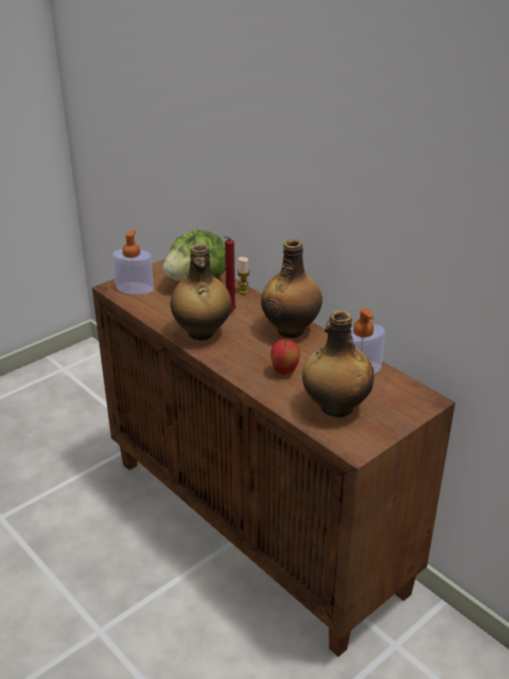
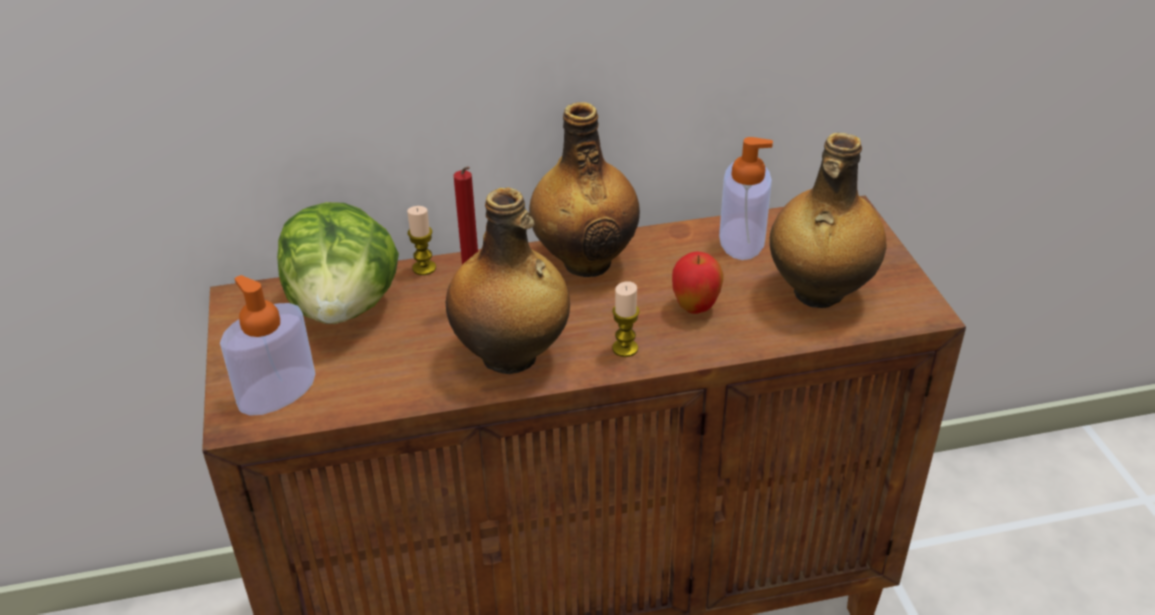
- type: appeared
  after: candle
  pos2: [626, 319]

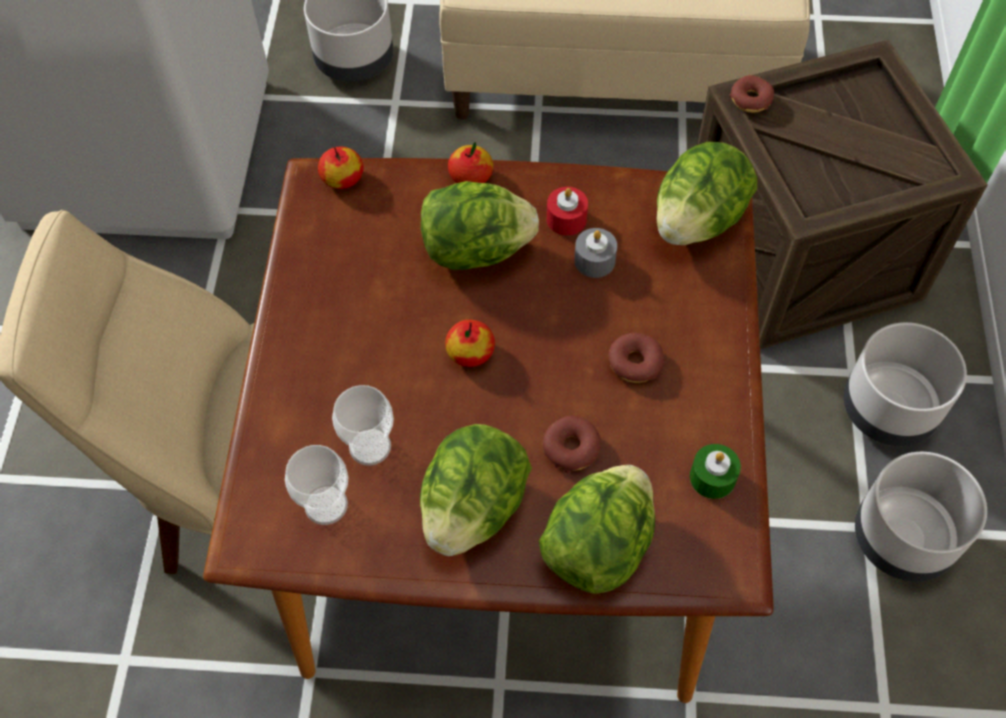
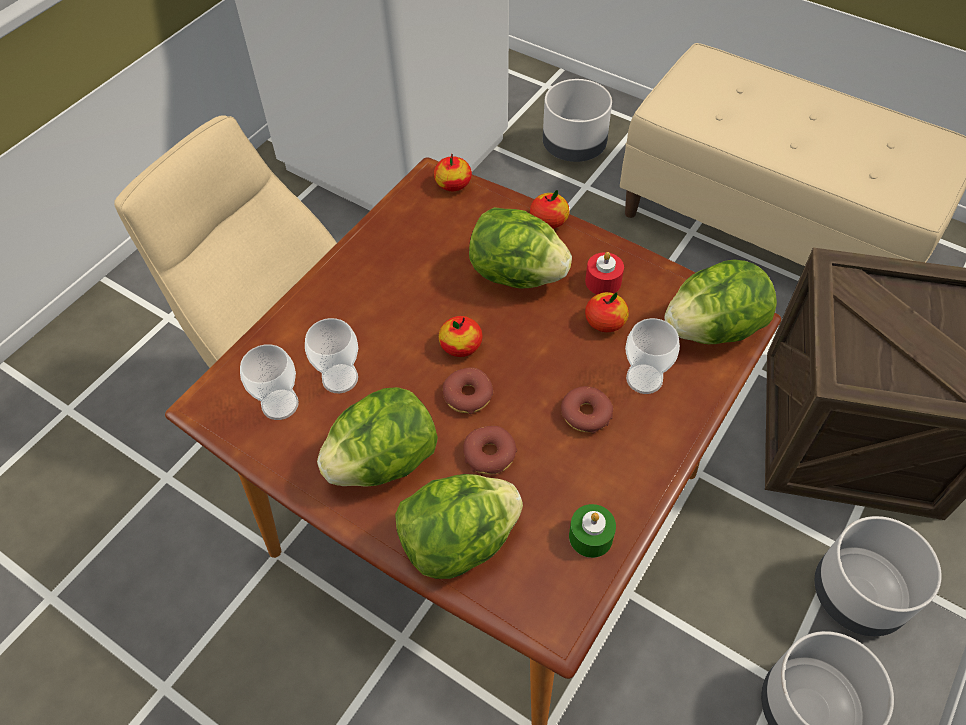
- type: relocated
  before: ring doughnut
  pos1: [751, 94]
  pos2: [468, 390]
- type: exchanged
  before: candle (gray)
  after: apple
  pos1: [595, 253]
  pos2: [607, 312]
- type: appeared
  after: drinking cup
  pos2: [652, 356]

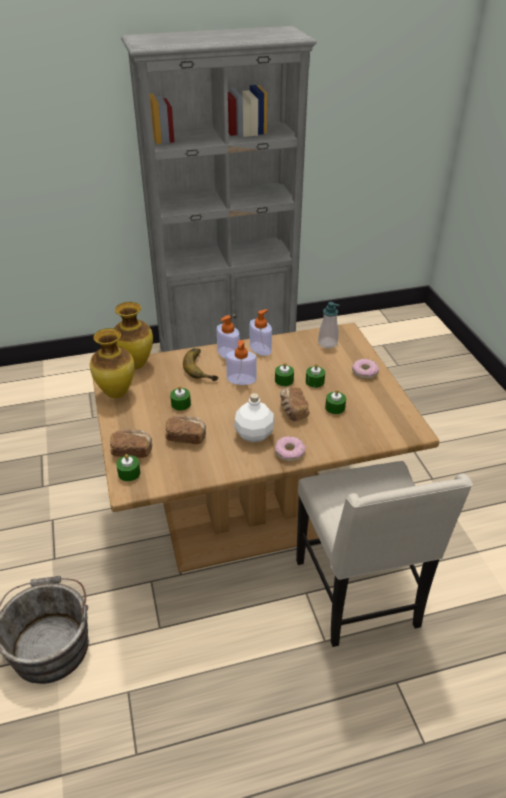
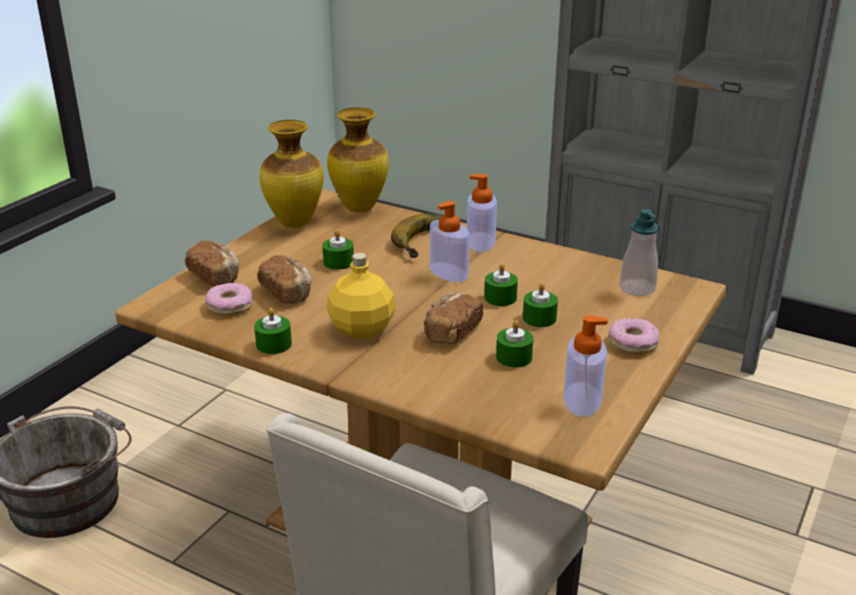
- type: relocated
  before: liquid soap bottle
  pos1: [261, 332]
  pos2: [585, 366]
- type: colour
  before: beverage bottle (white-coloured)
  after: beverage bottle (yellow)
  pos1: [254, 417]
  pos2: [361, 296]
- type: relocated
  before: ring doughnut
  pos1: [290, 449]
  pos2: [229, 299]
- type: relocated
  before: candle (green)
  pos1: [128, 468]
  pos2: [273, 331]

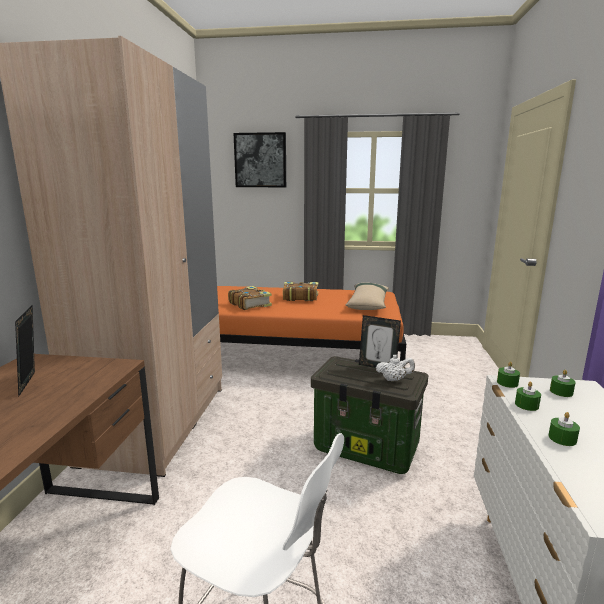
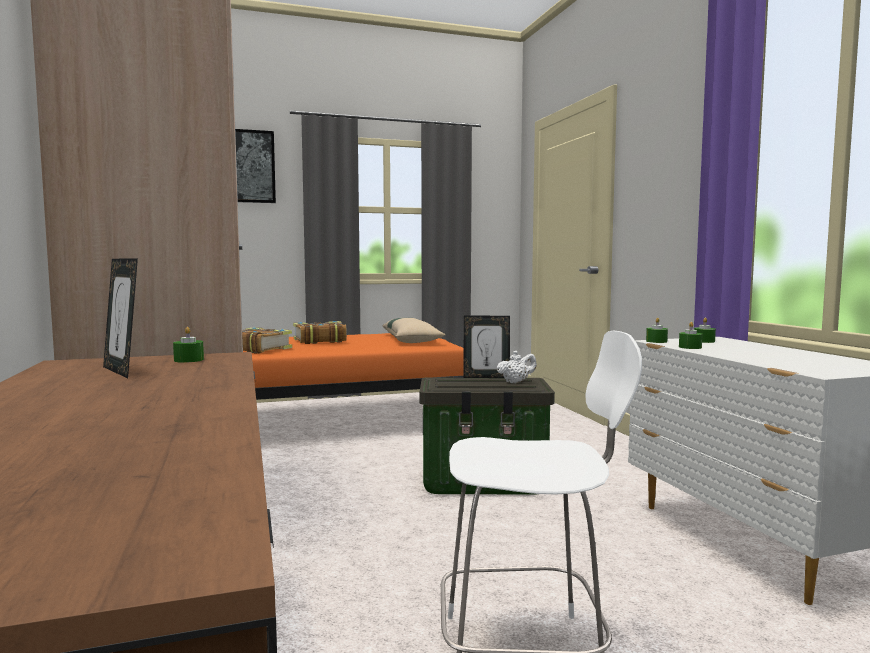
- type: relocated
  before: candle (green)
  pos1: [564, 429]
  pos2: [188, 345]

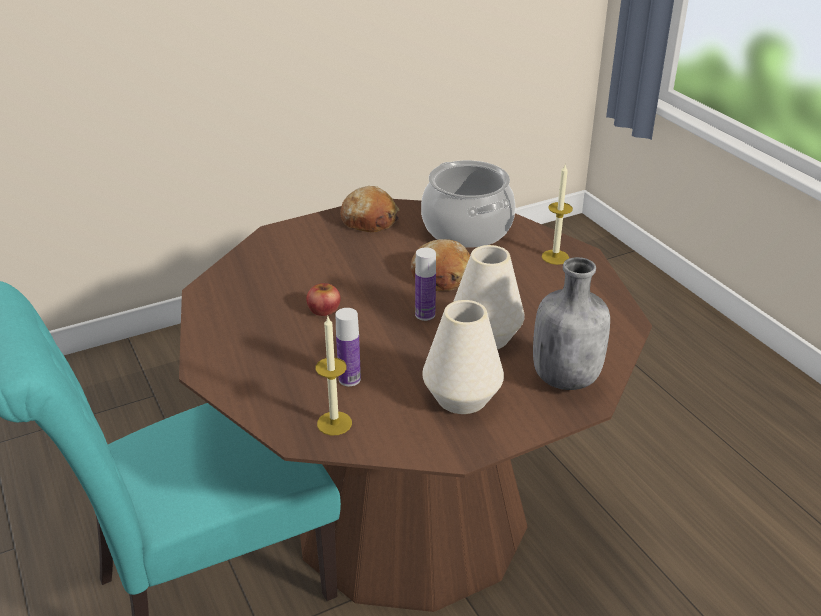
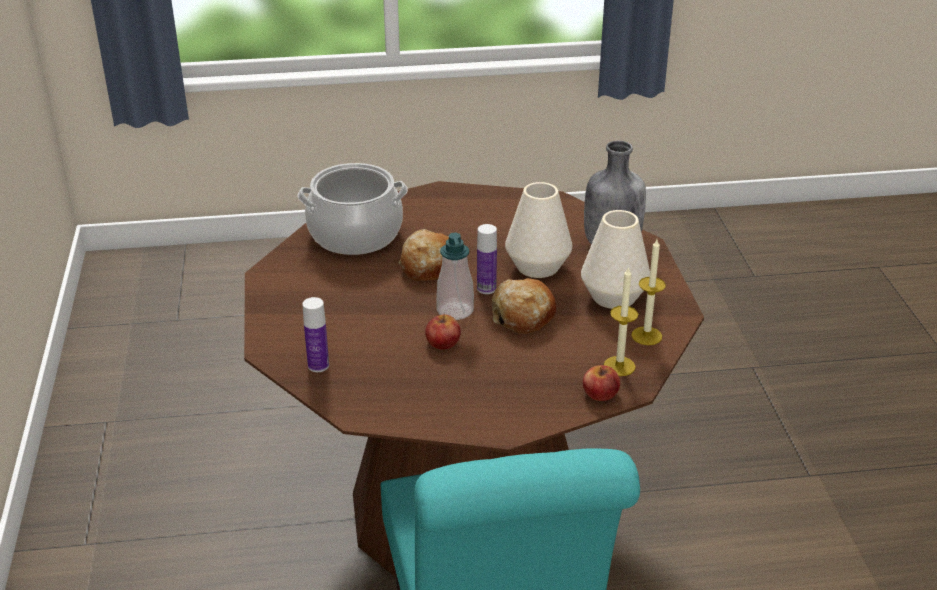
- type: relocated
  before: candle
  pos1: [557, 215]
  pos2: [648, 292]
- type: relocated
  before: baked bread
  pos1: [370, 209]
  pos2: [524, 306]
- type: relocated
  before: beverage bottle
  pos1: [348, 347]
  pos2: [315, 334]
- type: appeared
  after: liquid soap bottle
  pos2: [455, 276]
- type: appeared
  after: apple
  pos2: [601, 383]

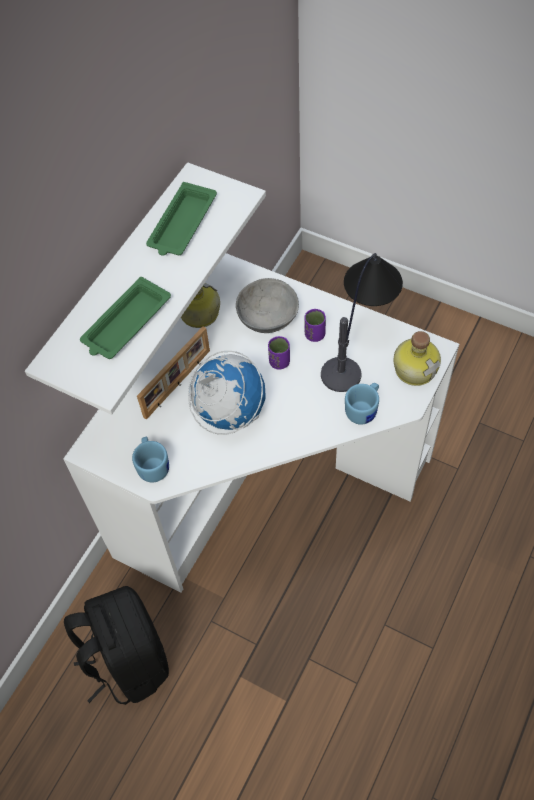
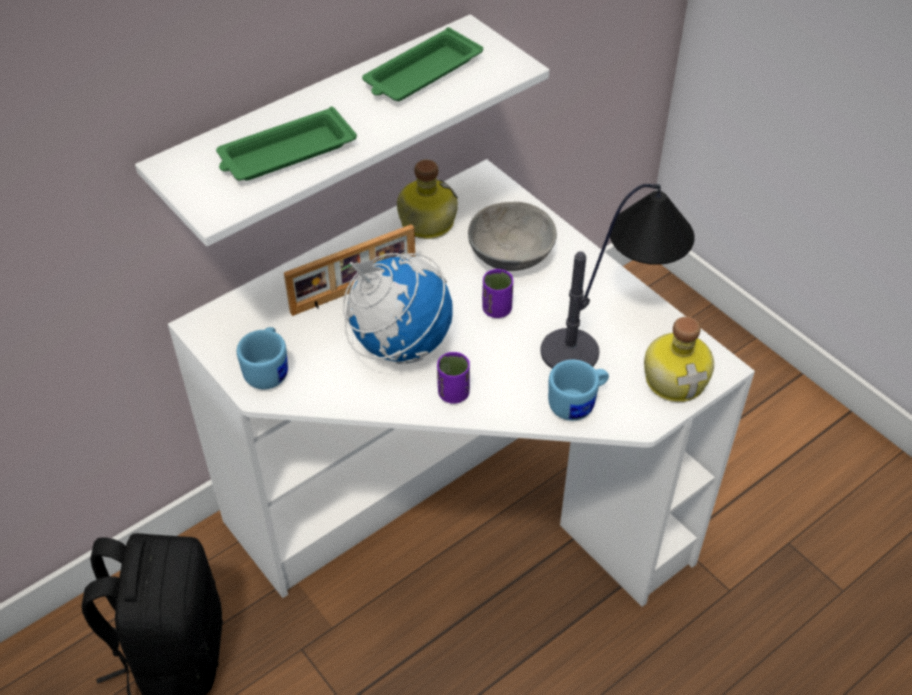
- type: relocated
  before: drinking cup (purplish)
  pos1: [315, 325]
  pos2: [453, 378]

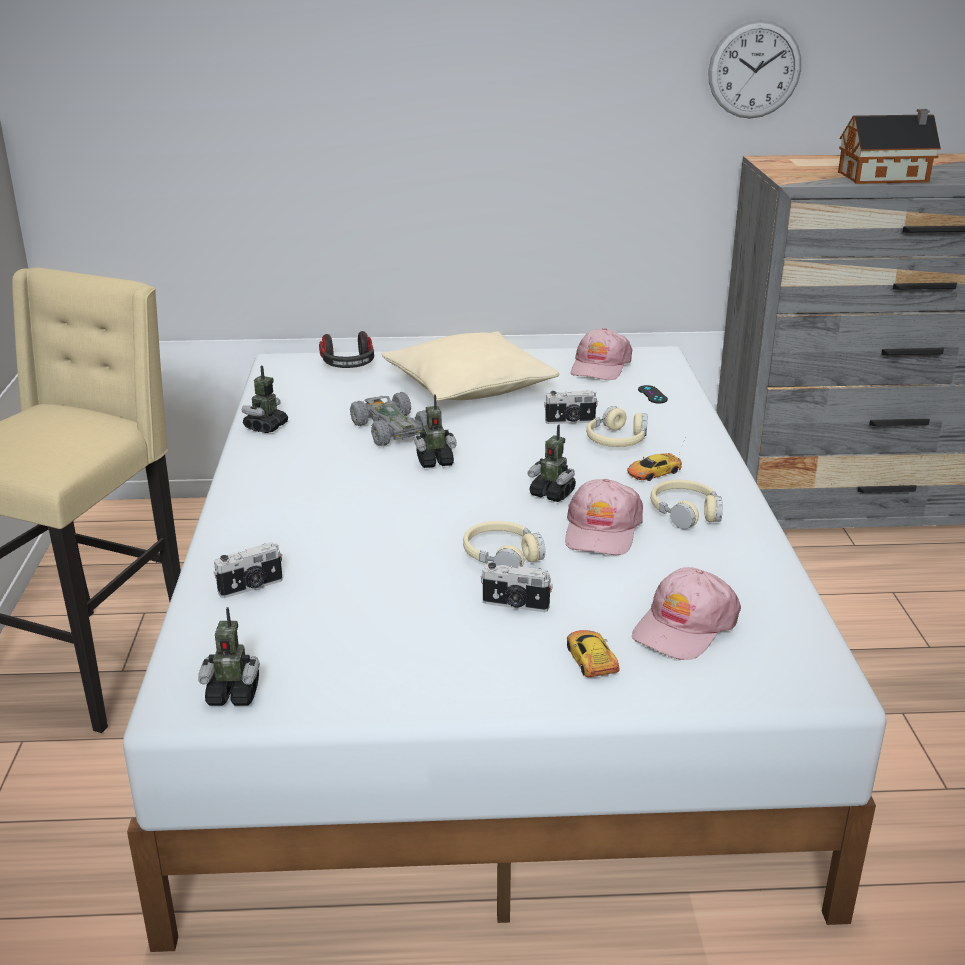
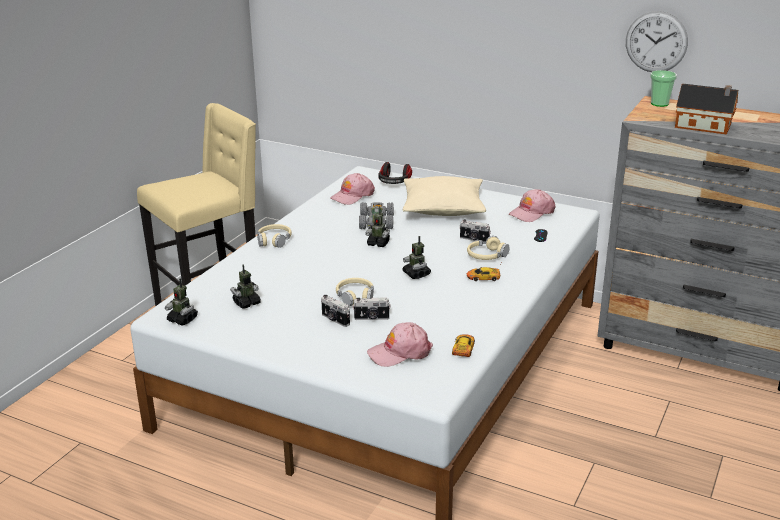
- type: relocated
  before: toy robot
  pos1: [265, 399]
  pos2: [245, 287]
- type: relocated
  before: baseball cap (pink-coloured)
  pos1: [604, 517]
  pos2: [352, 189]
- type: relocated
  before: headset (sand-coloured)
  pos1: [686, 504]
  pos2: [274, 236]
- type: relocated
  before: still camera
  pos1: [248, 570]
  pos2: [372, 308]
- type: relocated
  before: toy car
  pos1: [593, 653]
  pos2: [463, 345]
- type: appeared
  after: drinking cup
  pos2: [663, 88]

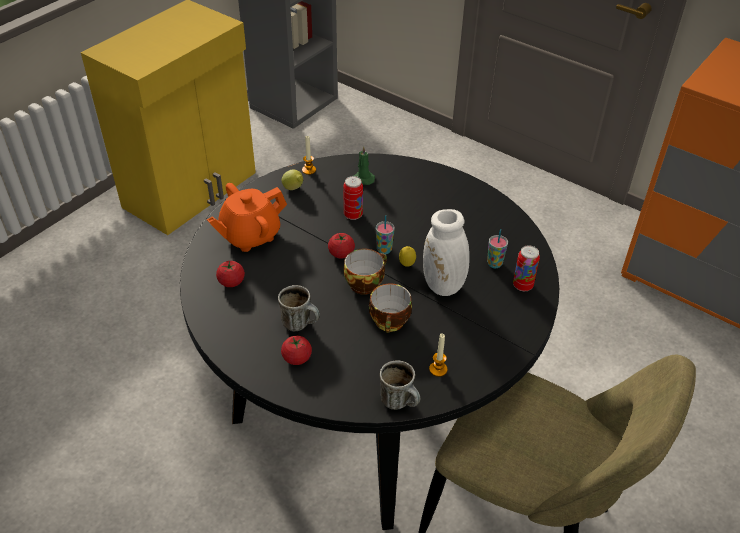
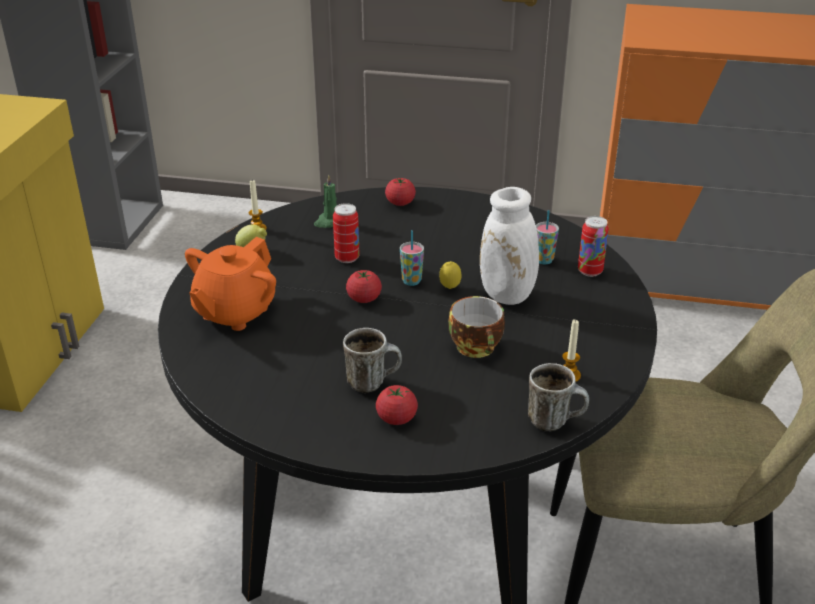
- type: missing
  before: drinking cup
  pos1: [365, 271]
- type: relocated
  before: fresh tomato
  pos1: [230, 274]
  pos2: [400, 192]

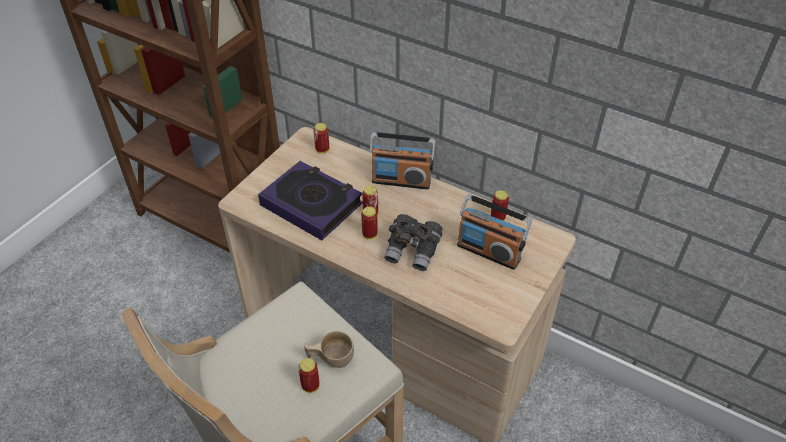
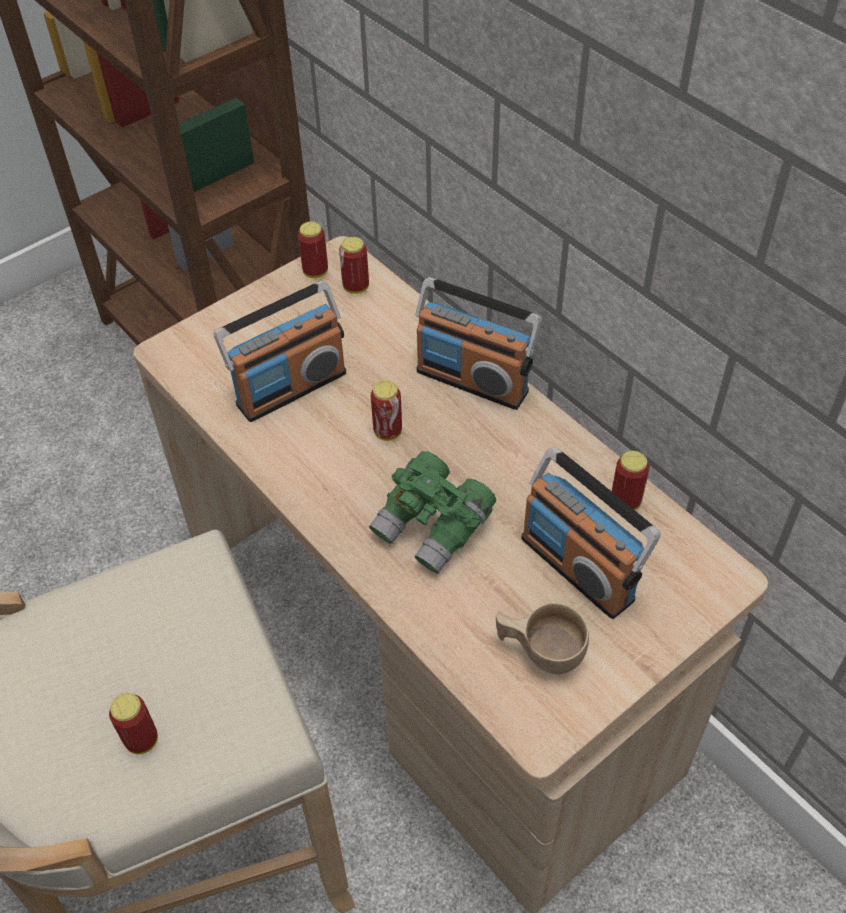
- type: exchanged
  before: bound book
  after: radio set
  pos1: [310, 200]
  pos2: [280, 351]
- type: relocated
  before: can
  pos1: [369, 223]
  pos2: [313, 249]
- type: colour
  before: field glasses (gray)
  after: field glasses (green)
  pos1: [413, 242]
  pos2: [432, 512]
- type: relocated
  before: drinking cup (sand-coloured)
  pos1: [329, 349]
  pos2: [542, 638]

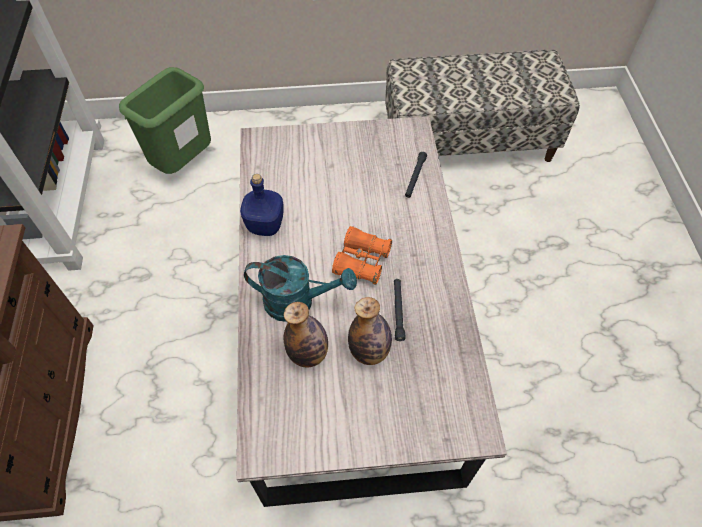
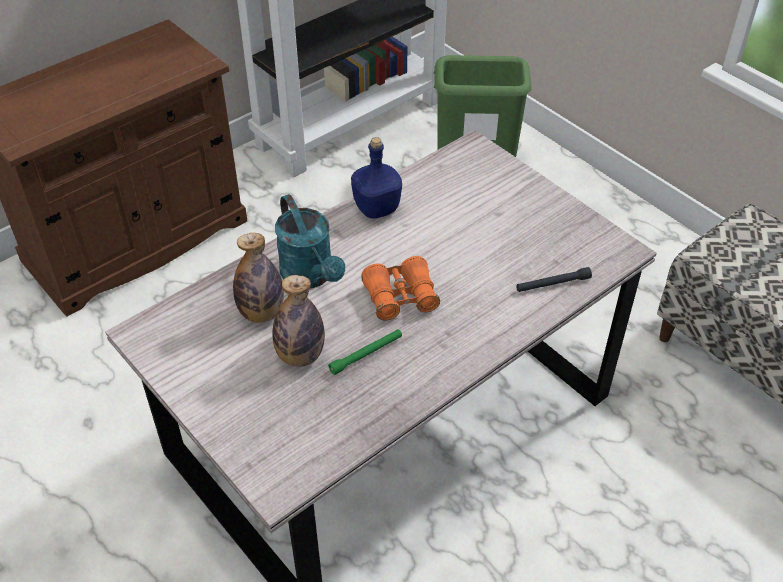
- type: colour
  before: torch (black-coloured)
  after: torch (green)
  pos1: [400, 310]
  pos2: [365, 352]

